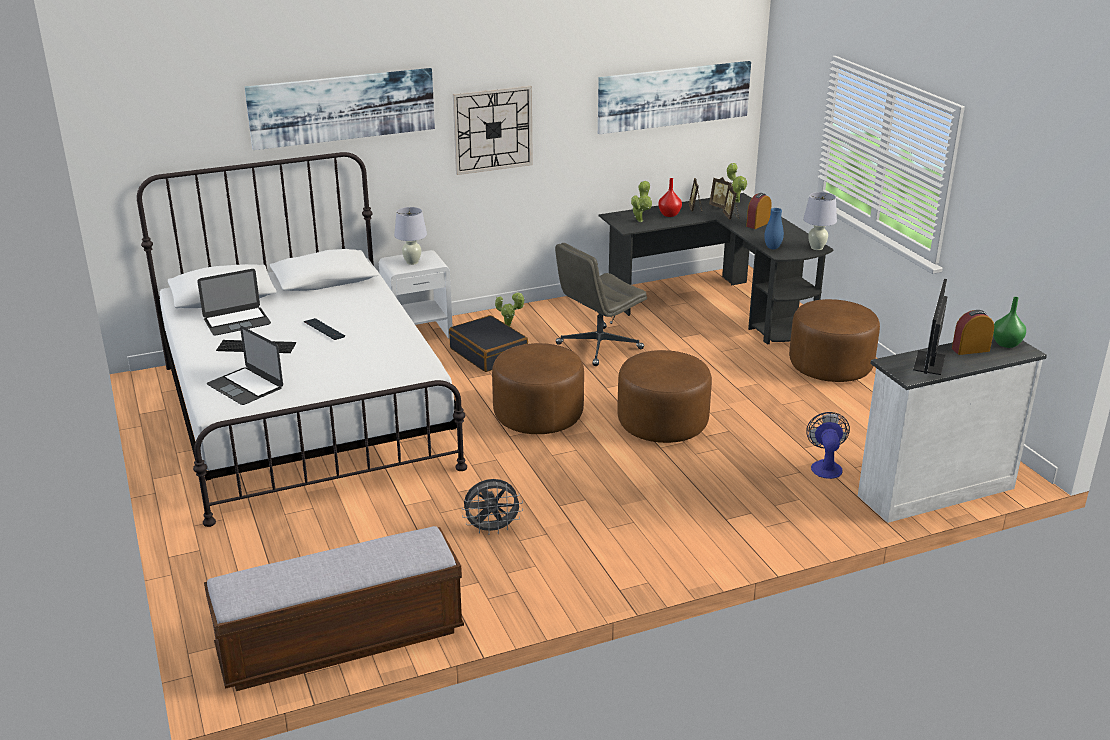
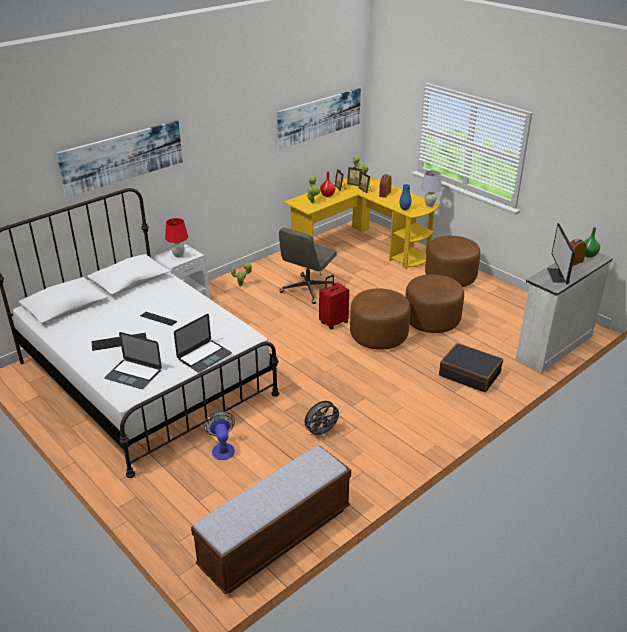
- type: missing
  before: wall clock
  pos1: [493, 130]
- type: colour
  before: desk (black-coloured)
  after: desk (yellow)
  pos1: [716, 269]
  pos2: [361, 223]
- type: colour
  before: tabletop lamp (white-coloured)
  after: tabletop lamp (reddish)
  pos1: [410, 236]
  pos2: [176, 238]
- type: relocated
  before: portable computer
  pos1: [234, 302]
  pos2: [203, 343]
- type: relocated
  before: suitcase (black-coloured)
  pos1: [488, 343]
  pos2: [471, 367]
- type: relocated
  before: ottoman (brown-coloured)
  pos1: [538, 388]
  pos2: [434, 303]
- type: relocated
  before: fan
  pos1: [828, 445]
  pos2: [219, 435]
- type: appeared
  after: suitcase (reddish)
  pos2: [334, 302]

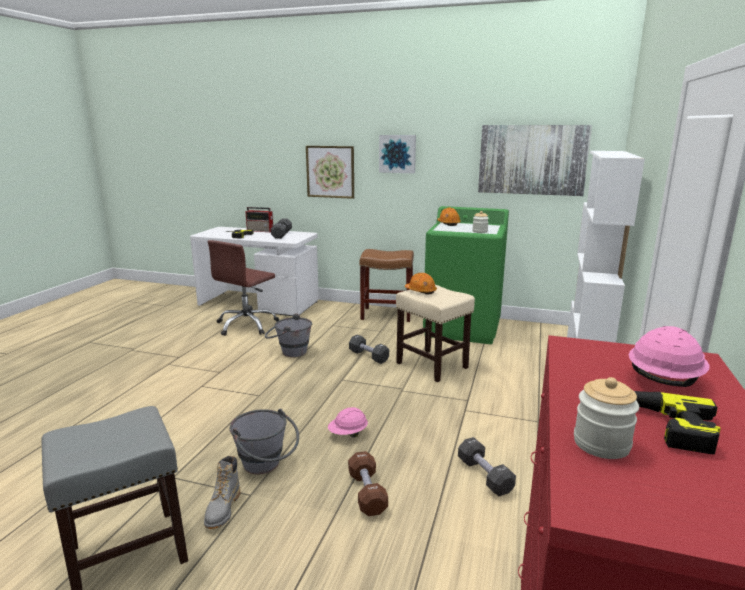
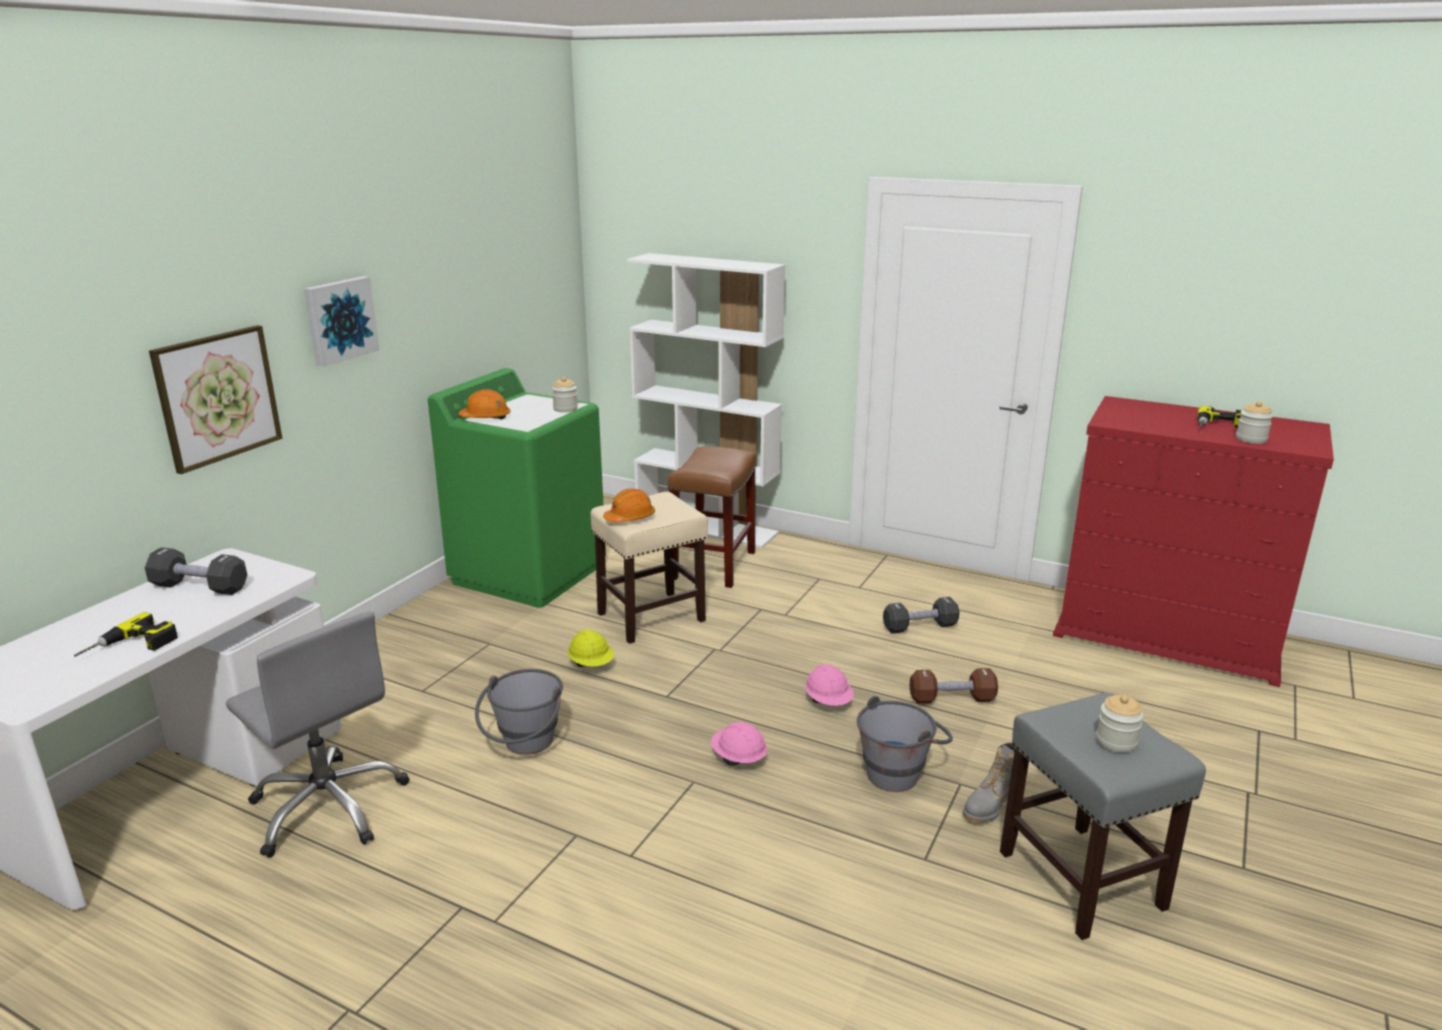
- type: missing
  before: wall picture
  pos1: [535, 160]
- type: missing
  before: radio set
  pos1: [259, 219]
- type: colour
  before: office chair (brown-coloured)
  after: office chair (gray)
  pos1: [243, 288]
  pos2: [317, 734]
- type: relocated
  before: sitting stool (brown-coloured)
  pos1: [386, 285]
  pos2: [712, 517]
- type: relocated
  before: hard hat (pink-coloured)
  pos1: [669, 356]
  pos2: [739, 744]
- type: exchanged
  before: dumbbell (black-coloured)
  after: hard hat (yellow)
  pos1: [369, 349]
  pos2: [591, 648]
- type: spun
  before: tall boot (gray)
  pos1: [222, 492]
  pos2: [989, 782]
  turn: 120
- type: appeared
  after: preserve jar
  pos2: [1120, 724]

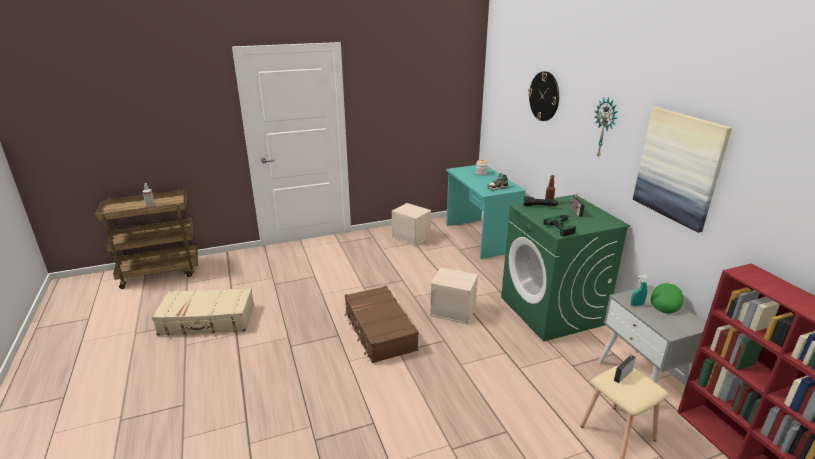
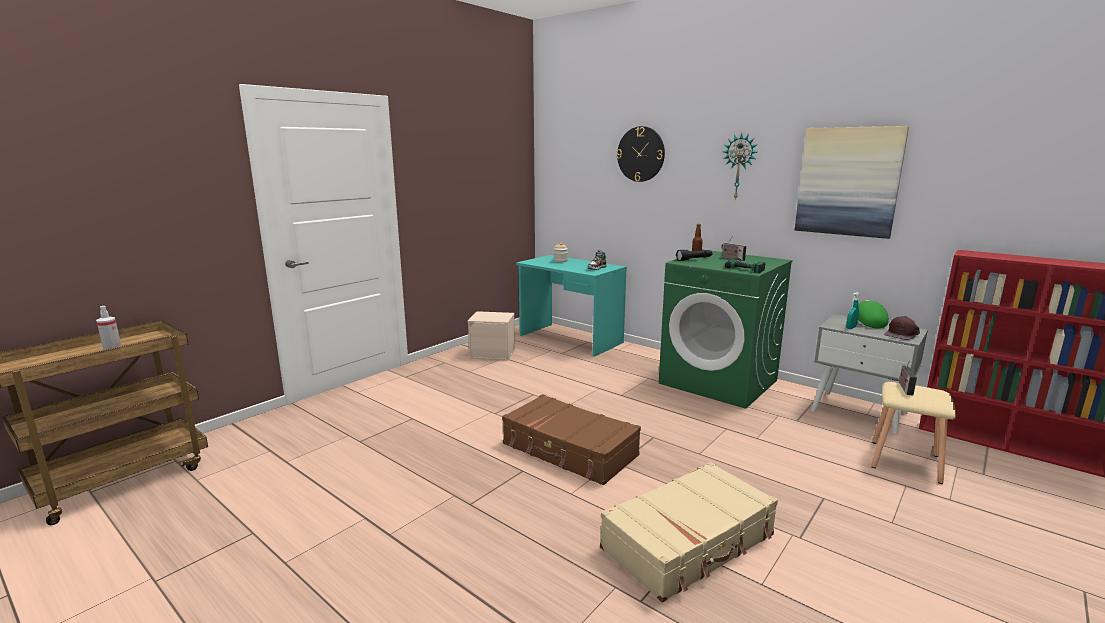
- type: missing
  before: storage container (sand-coloured)
  pos1: [454, 295]
- type: relocated
  before: suitcase (sand-coloured)
  pos1: [203, 311]
  pos2: [689, 532]
- type: appeared
  after: baseball cap (brown-coloured)
  pos2: [902, 328]

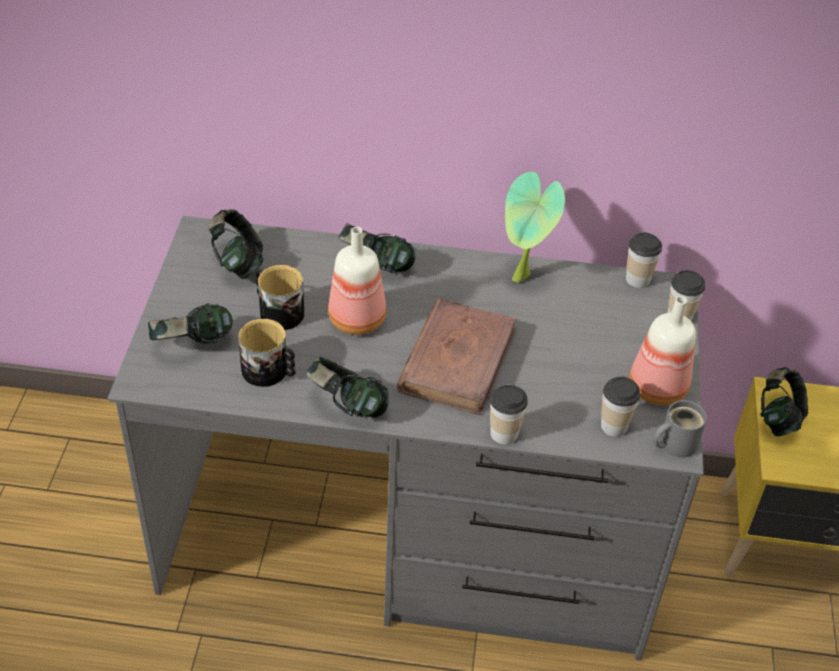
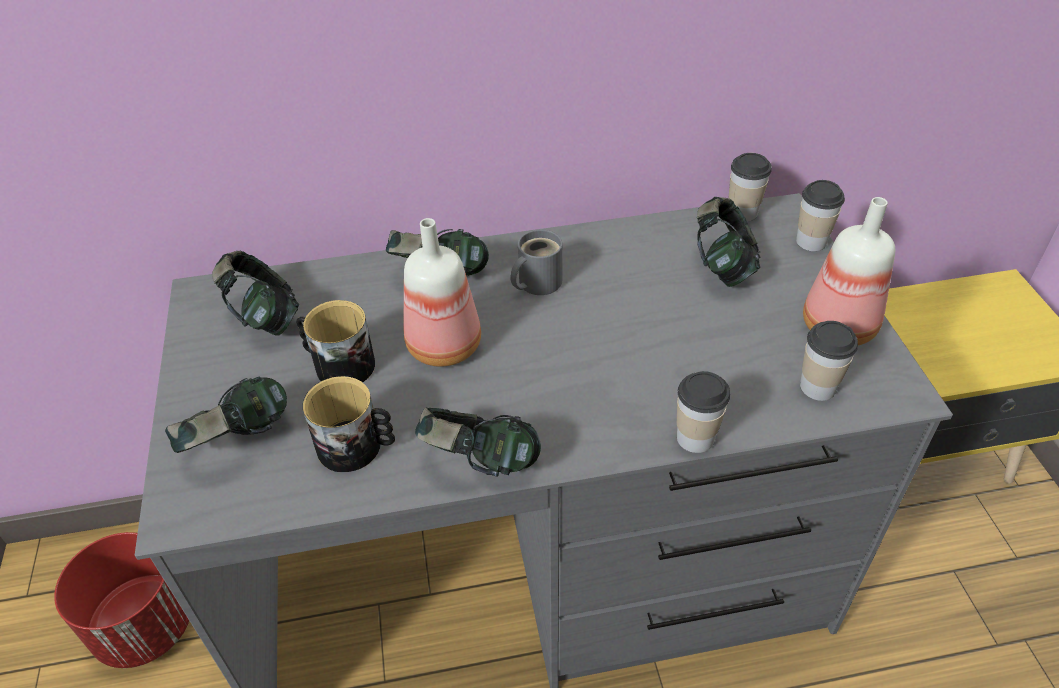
- type: missing
  before: houseplant
  pos1: [535, 227]
- type: missing
  before: bound book (brown-coloured)
  pos1: [457, 357]
- type: relocated
  before: headset
  pos1: [784, 401]
  pos2: [728, 242]
- type: relocated
  before: coffee mug (gray)
  pos1: [680, 429]
  pos2: [536, 262]
- type: appeared
  after: planter (reddish)
  pos2: [121, 600]

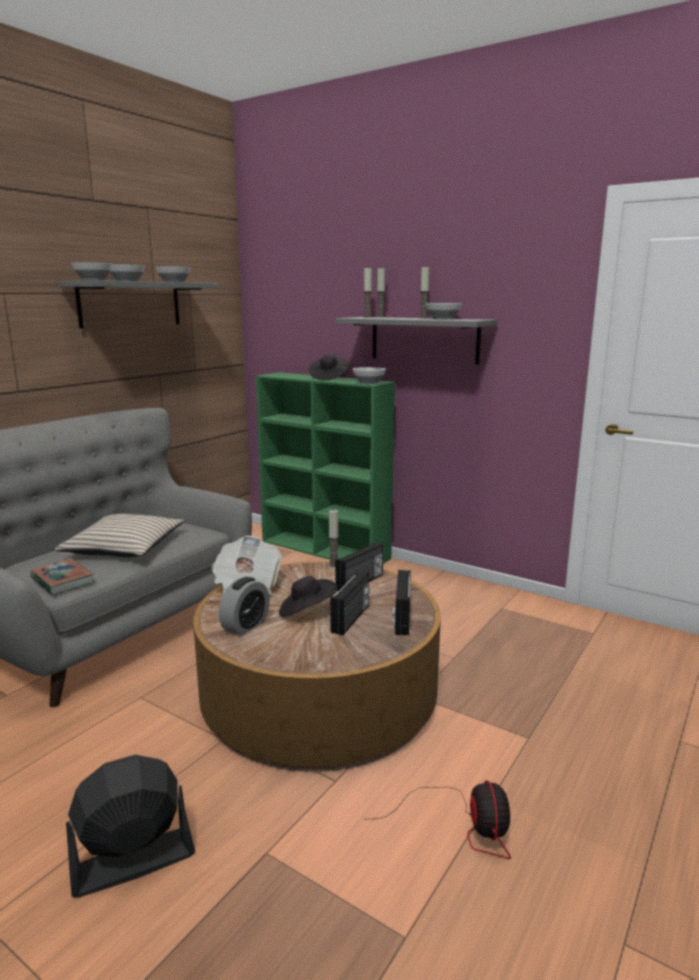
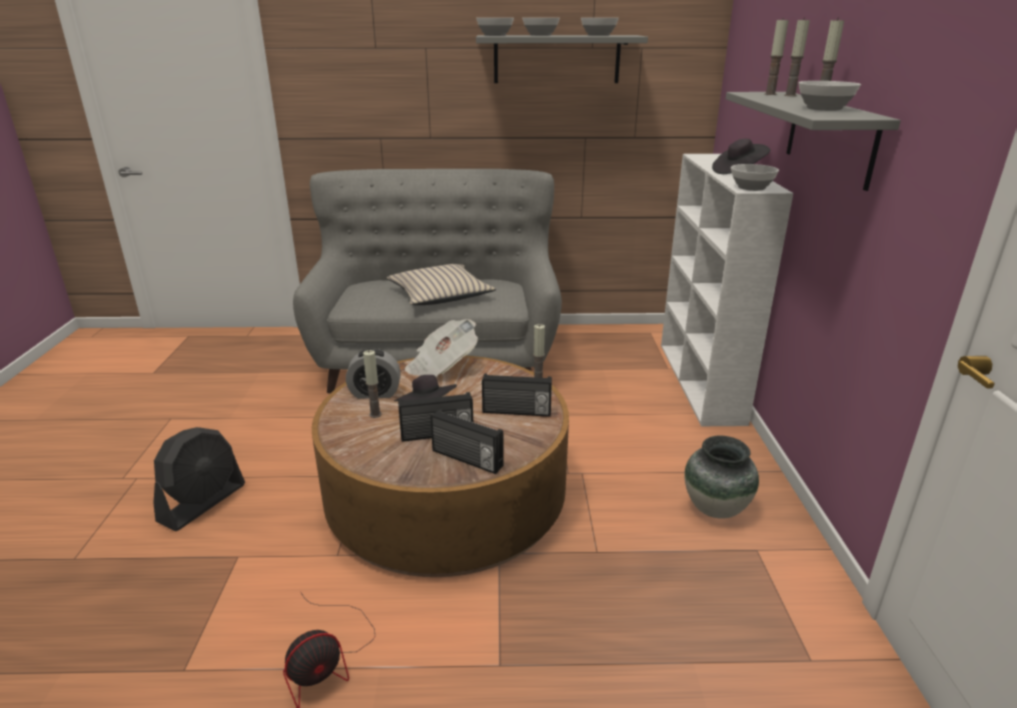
- type: colour
  before: shelving unit (green)
  after: shelving unit (white-coloured)
  pos1: [325, 468]
  pos2: [727, 290]
- type: missing
  before: bound book
  pos1: [62, 576]
- type: spun
  before: radio set
  pos1: [401, 602]
  pos2: [467, 441]
  turn: -120
- type: spun
  before: fan (black-coloured)
  pos1: [130, 826]
  pos2: [199, 479]
  turn: 90
- type: appeared
  after: candle
  pos2: [372, 384]
- type: appeared
  after: vase
  pos2: [721, 477]

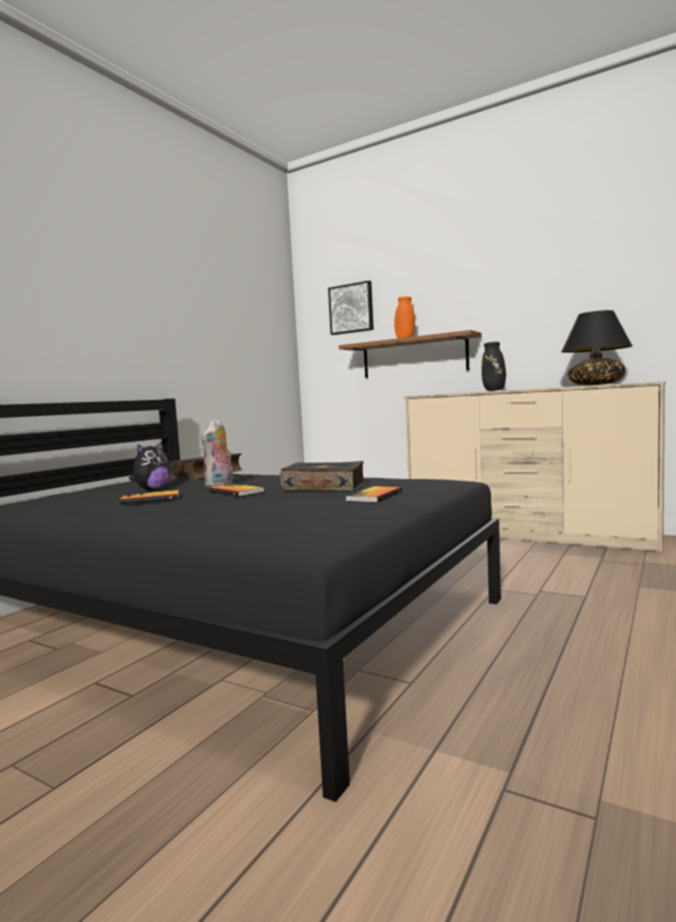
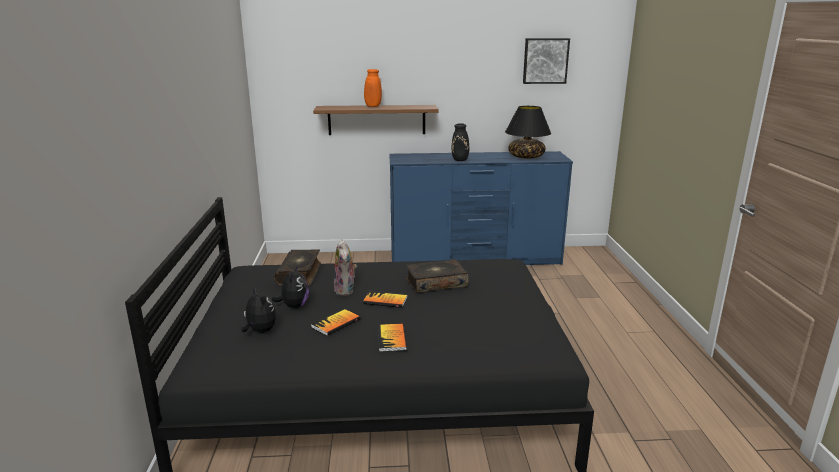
- type: relocated
  before: wall picture
  pos1: [351, 307]
  pos2: [546, 61]
- type: colour
  before: drawer chest (sand-coloured)
  after: drawer chest (bluish)
  pos1: [534, 466]
  pos2: [481, 208]
- type: relocated
  before: bound book
  pos1: [374, 494]
  pos2: [392, 338]
- type: appeared
  after: plush toy
  pos2: [258, 309]

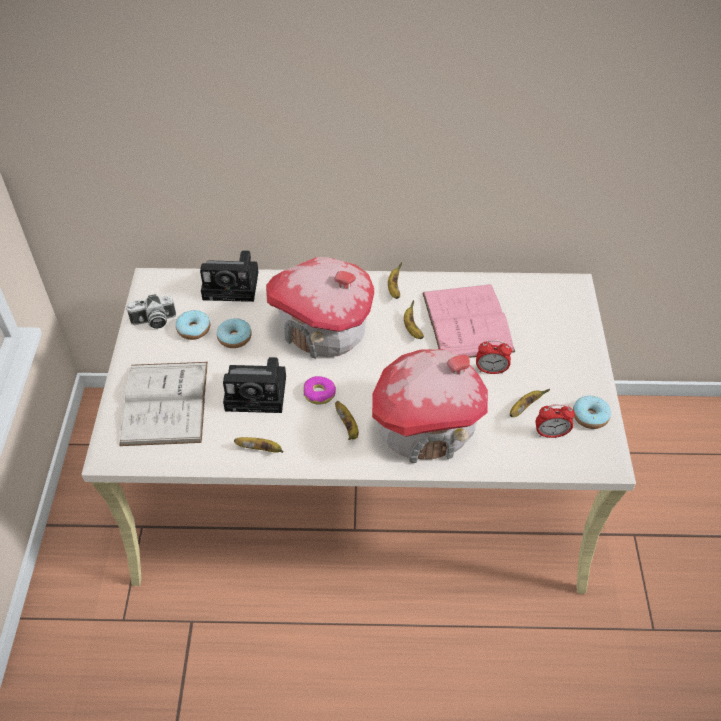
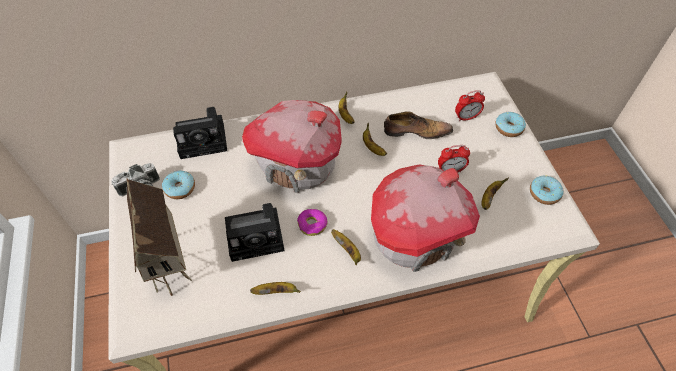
- type: exchanged
  before: bound book (pink-coloured)
  after: low shoe
  pos1: [468, 321]
  pos2: [418, 125]
- type: relocated
  before: ring doughnut
  pos1: [234, 333]
  pos2: [510, 124]
- type: exchanged
  before: bound book (white-coloured)
  after: model house
  pos1: [163, 404]
  pos2: [159, 237]
- type: relocated
  before: table clock
  pos1: [555, 421]
  pos2: [470, 105]

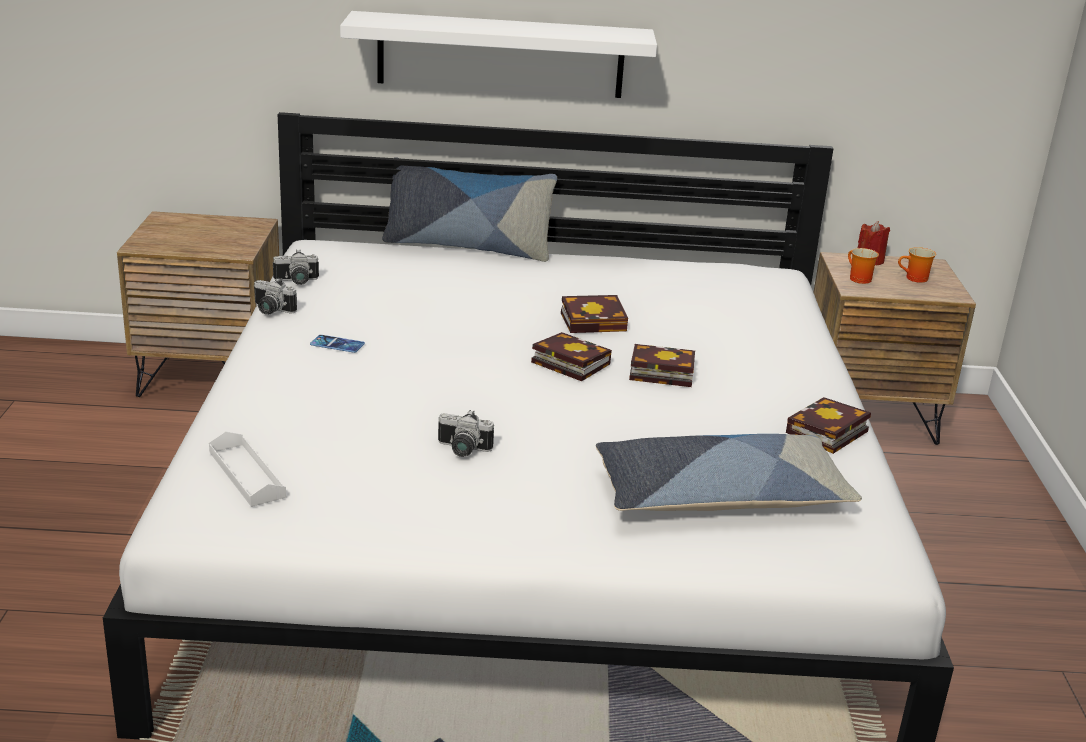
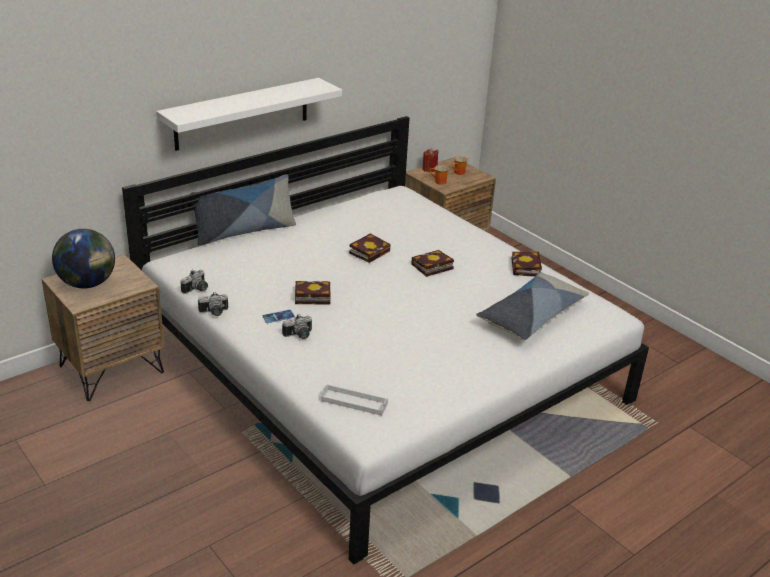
- type: relocated
  before: bound book
  pos1: [571, 356]
  pos2: [313, 292]
- type: relocated
  before: still camera
  pos1: [466, 433]
  pos2: [297, 326]
- type: appeared
  after: desk globe
  pos2: [83, 258]

